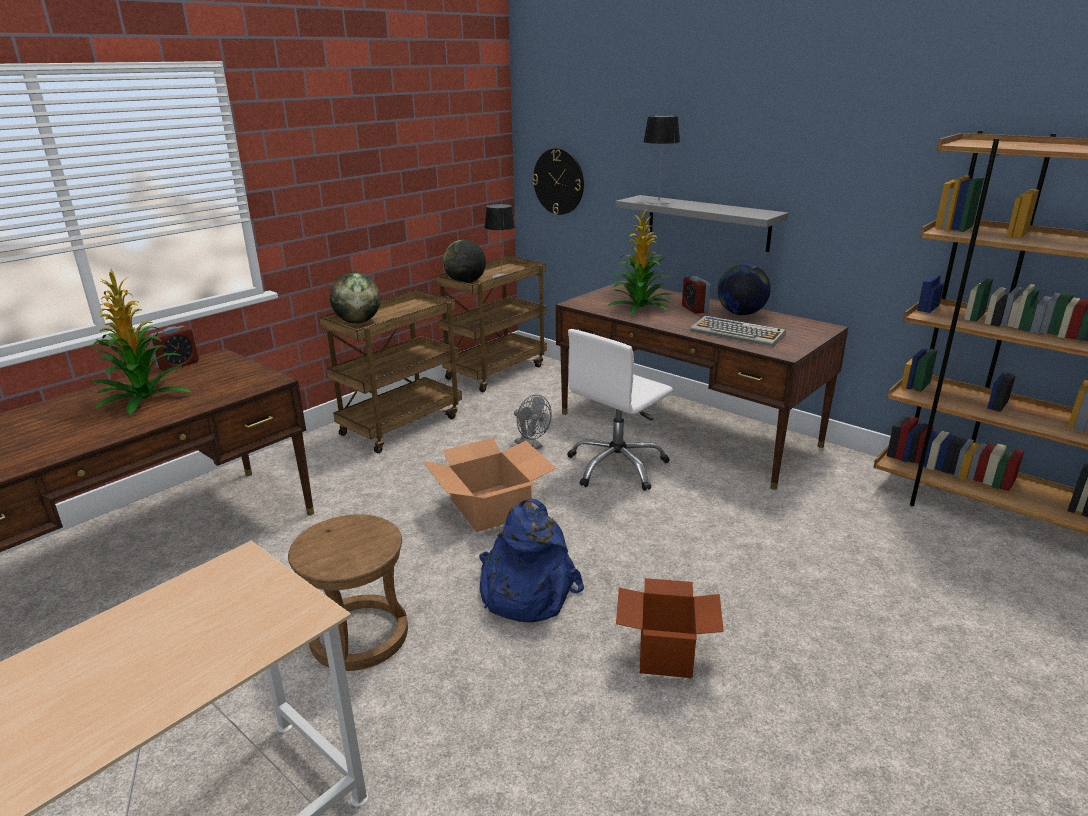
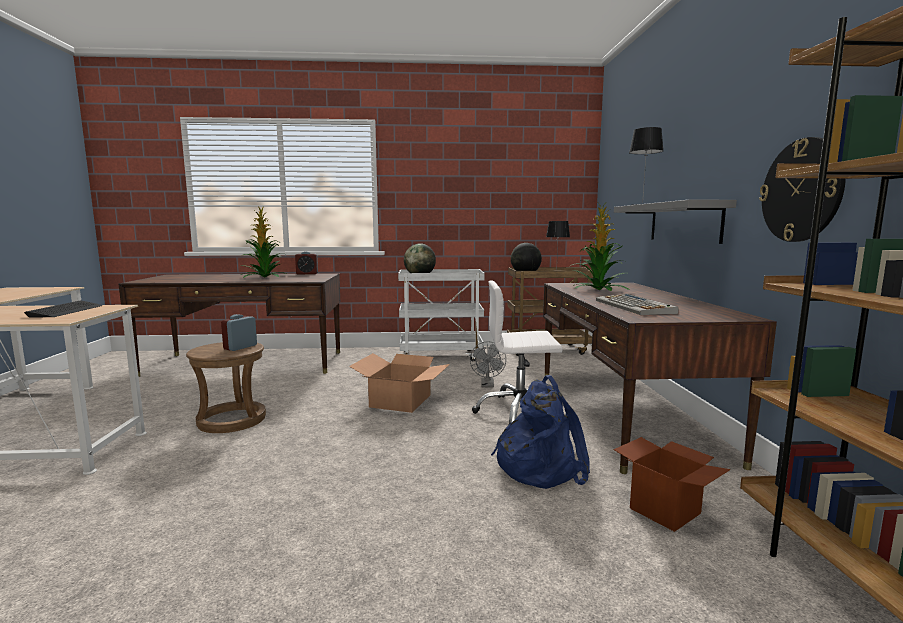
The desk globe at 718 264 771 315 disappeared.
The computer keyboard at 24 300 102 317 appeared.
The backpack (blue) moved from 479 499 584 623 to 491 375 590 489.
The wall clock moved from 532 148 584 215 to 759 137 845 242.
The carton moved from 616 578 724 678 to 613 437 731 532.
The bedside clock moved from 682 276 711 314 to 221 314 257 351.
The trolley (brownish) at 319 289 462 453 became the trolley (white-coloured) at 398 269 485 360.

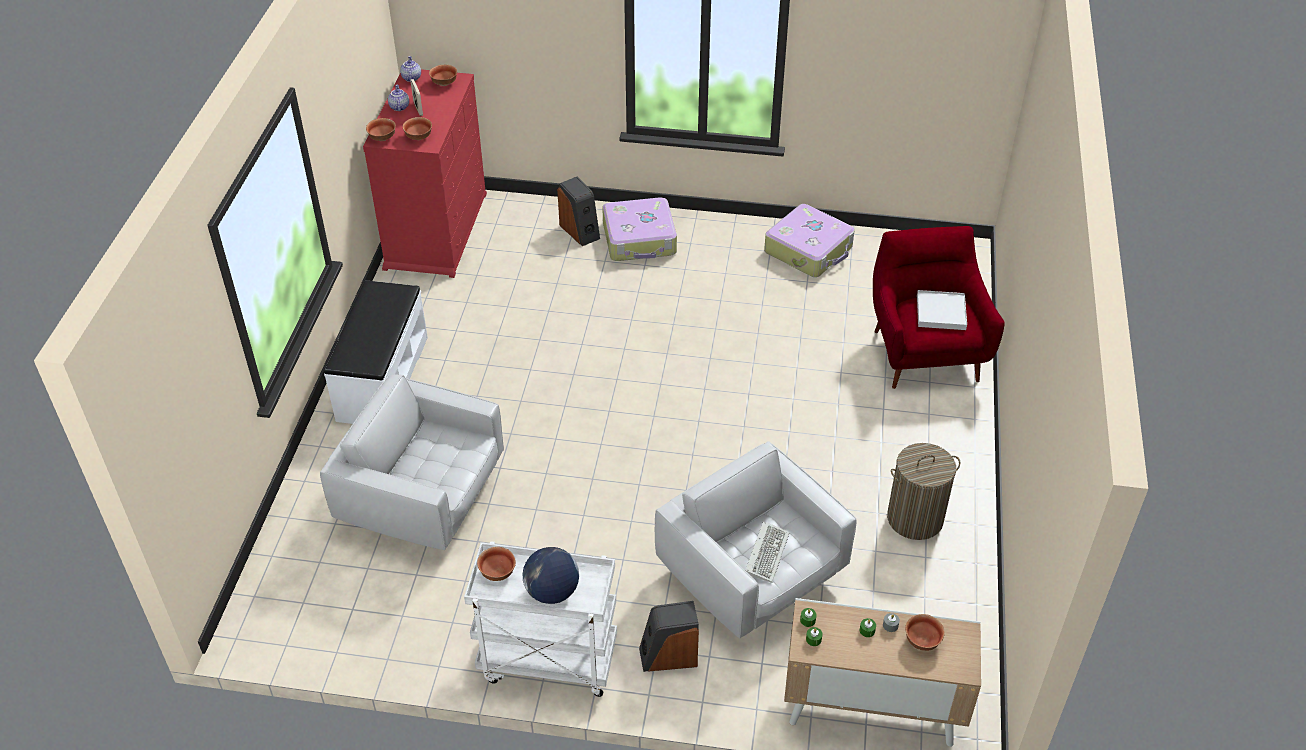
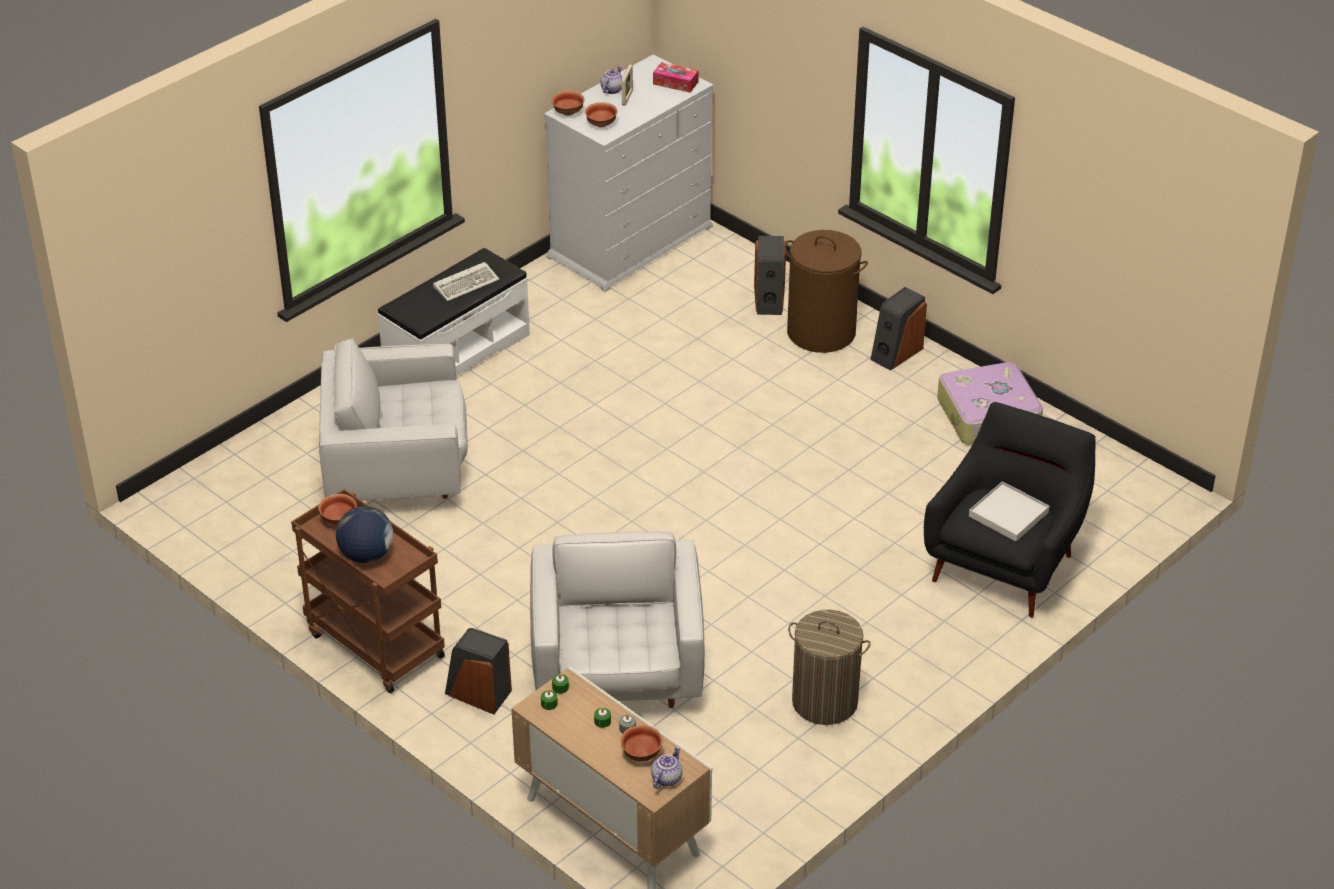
The loudspeaker at 870 287 927 371 appeared.
The pot for tea moved from 400 56 421 82 to 651 746 683 789.
The computer keyboard moved from 745 521 790 583 to 433 262 499 301.
The bowl at 429 65 457 86 was replaced by the box of tissues at 653 62 699 93.
The piece of luggage at 602 198 677 261 was replaced by the laundry basket (brownish) at 784 230 868 353.
The drawer chest (reddish) at 363 69 487 278 became the drawer chest (white-coloured) at 544 54 713 292.
The trolley (white-coloured) at 464 541 617 697 became the trolley (brownish) at 291 489 445 693.
The easy chair (reddish) at 873 226 1005 389 became the easy chair (black) at 924 402 1096 617.
The easy chair (white-coloured) at 320 374 504 550 turned 60 degrees counterclockwise.

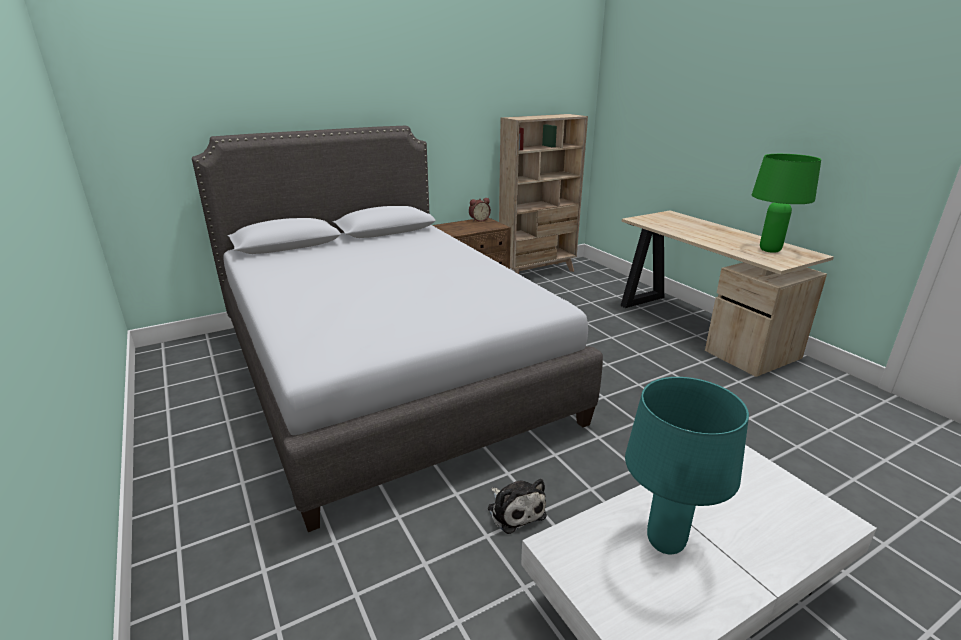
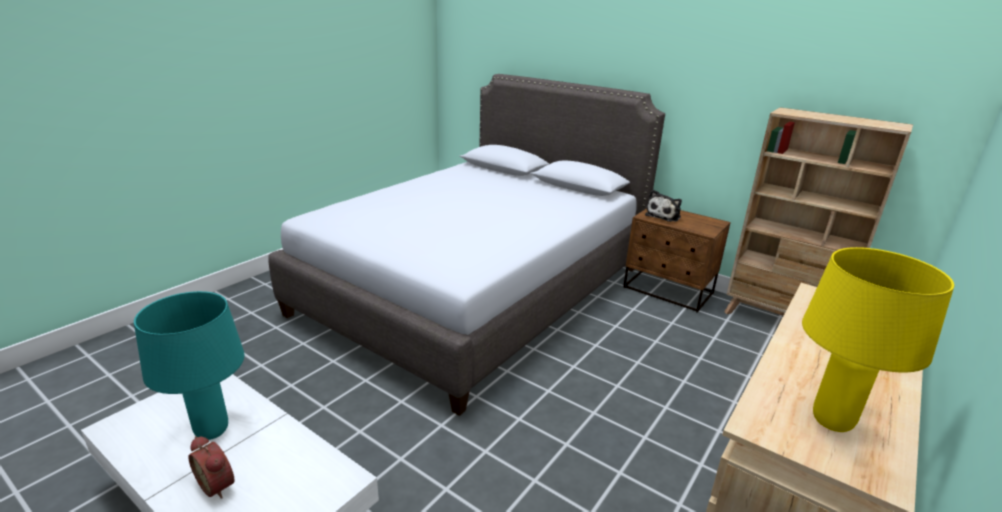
The bedside clock moved from 469 198 491 222 to 188 436 235 499.
The plush toy moved from 488 479 547 534 to 645 190 682 222.
The table lamp (greenish) at 752 154 821 253 became the table lamp (yellowish) at 802 247 954 432.

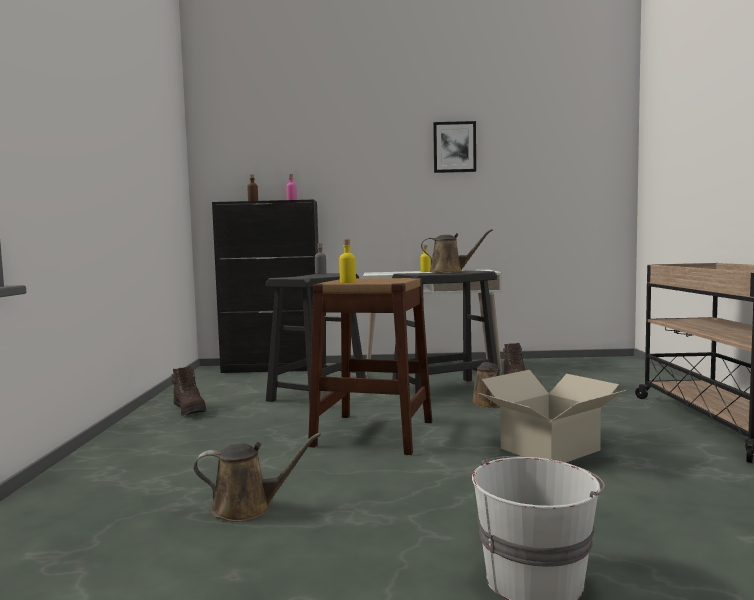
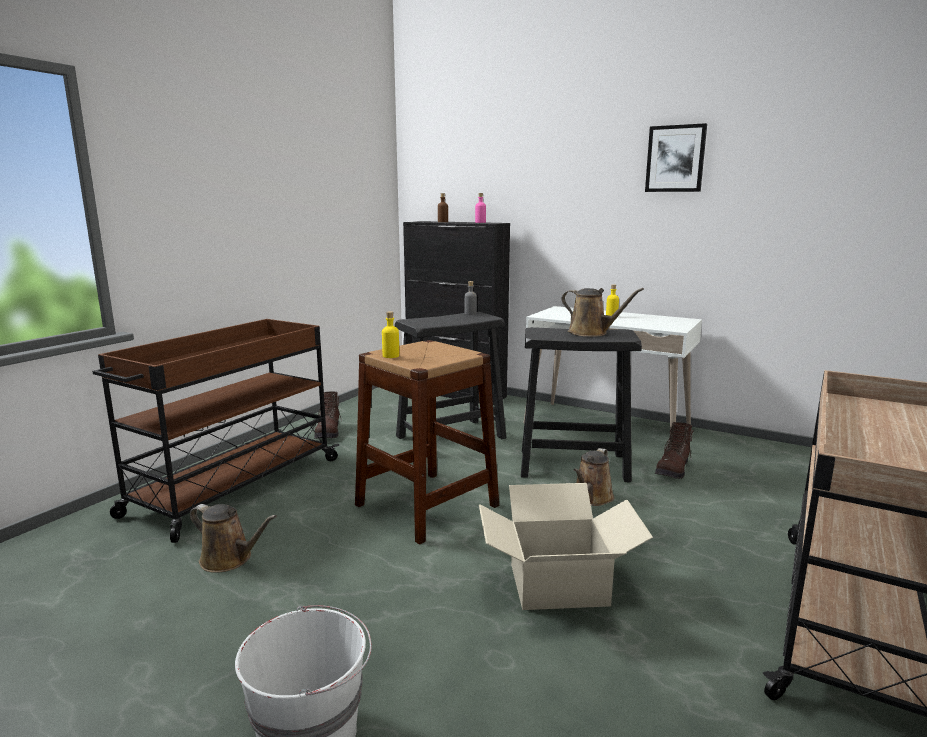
The trolley (brownish) at 92 319 339 543 appeared.

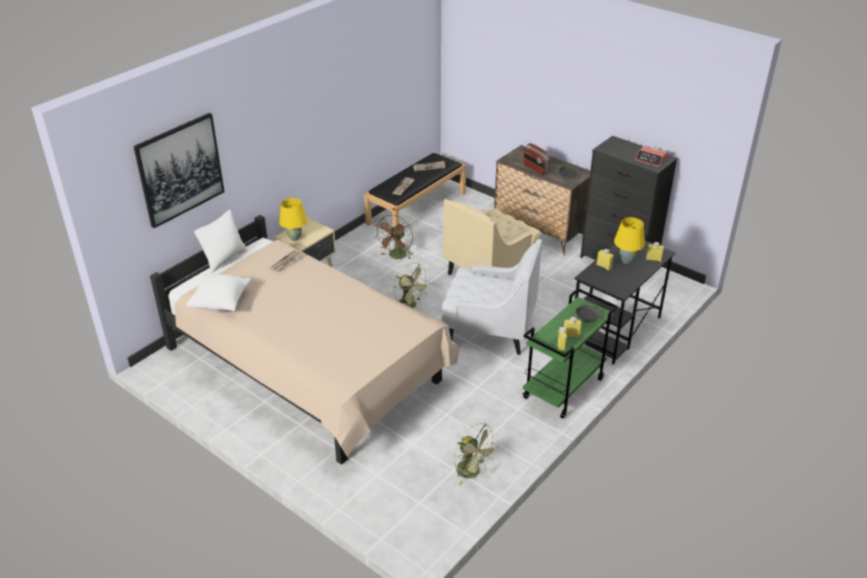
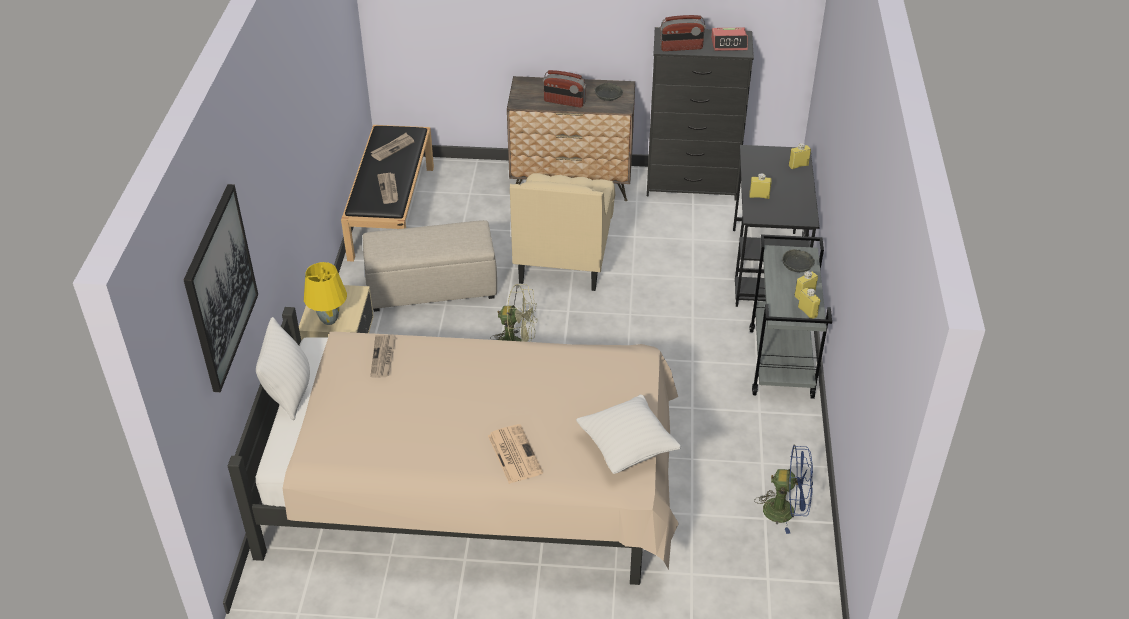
The easy chair (white-coloured) at 442 239 542 355 disappeared.
The table lamp (yellowish) at 614 217 645 264 disappeared.
The newspaper at 488 424 543 484 appeared.
The radio set at 660 15 706 51 appeared.
The throw pillow (white-coloured) moved from 186 274 251 311 to 576 395 682 474.
The cooling fan (brownish) at 375 215 413 259 was replaced by the pouffe (beige-coloured) at 363 220 497 312.
The cooling fan (greenish) at 454 423 498 486 became the cooling fan (blue) at 754 445 813 534.
The trolley (greenish) at 523 288 618 419 became the trolley (greyish) at 749 234 832 399.

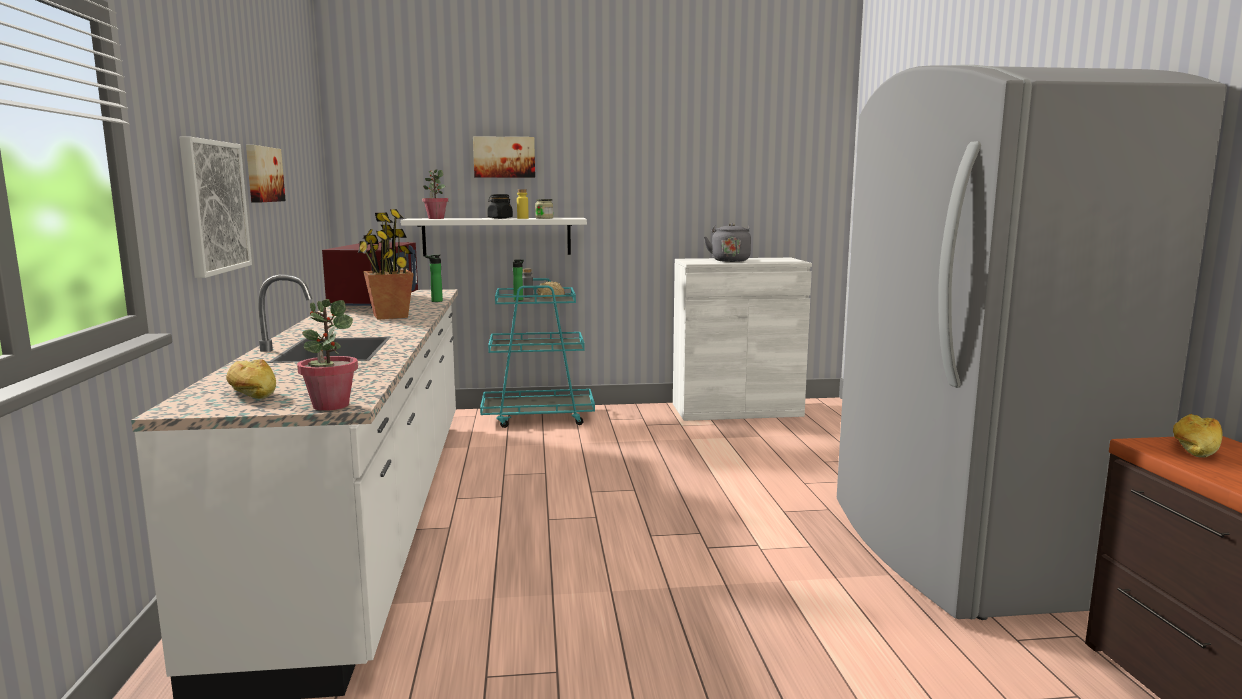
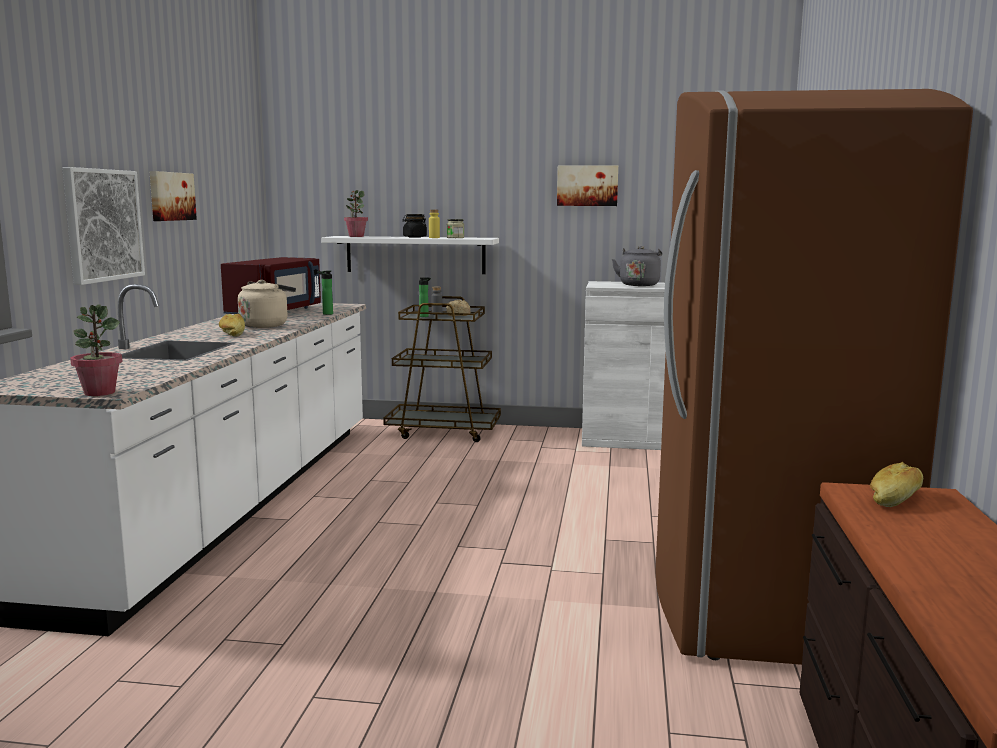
The bakery bread moved from 226 359 276 399 to 219 314 245 337.
The wall art moved from 473 136 535 178 to 557 165 618 206.
The plant in a pot at 358 209 414 320 was replaced by the tea kettle (beige-coloured) at 238 280 296 328.
The trolley (blue-green) at 480 278 595 428 became the trolley (brownish) at 383 296 501 442.
The refrigerator (greyish) at 837 65 1227 620 became the refrigerator (brownish) at 655 89 973 665.

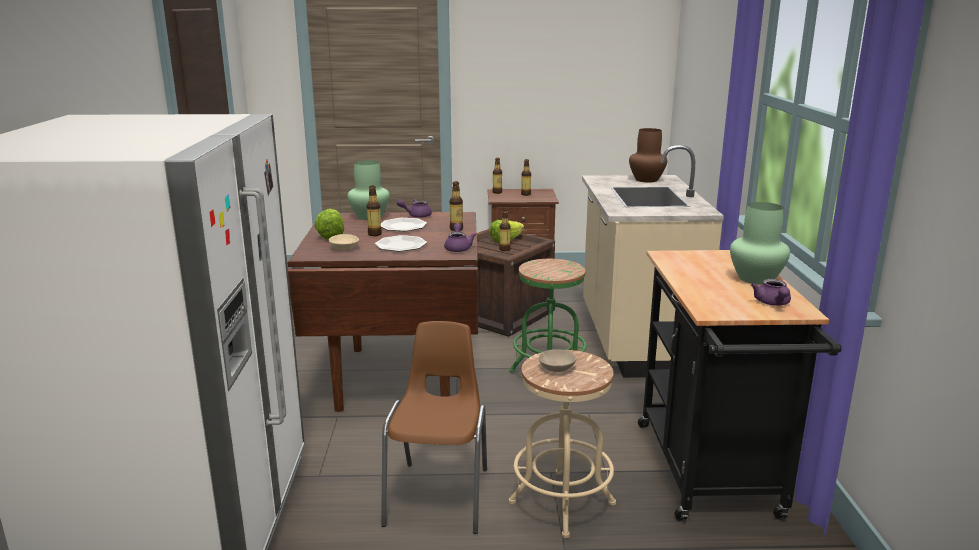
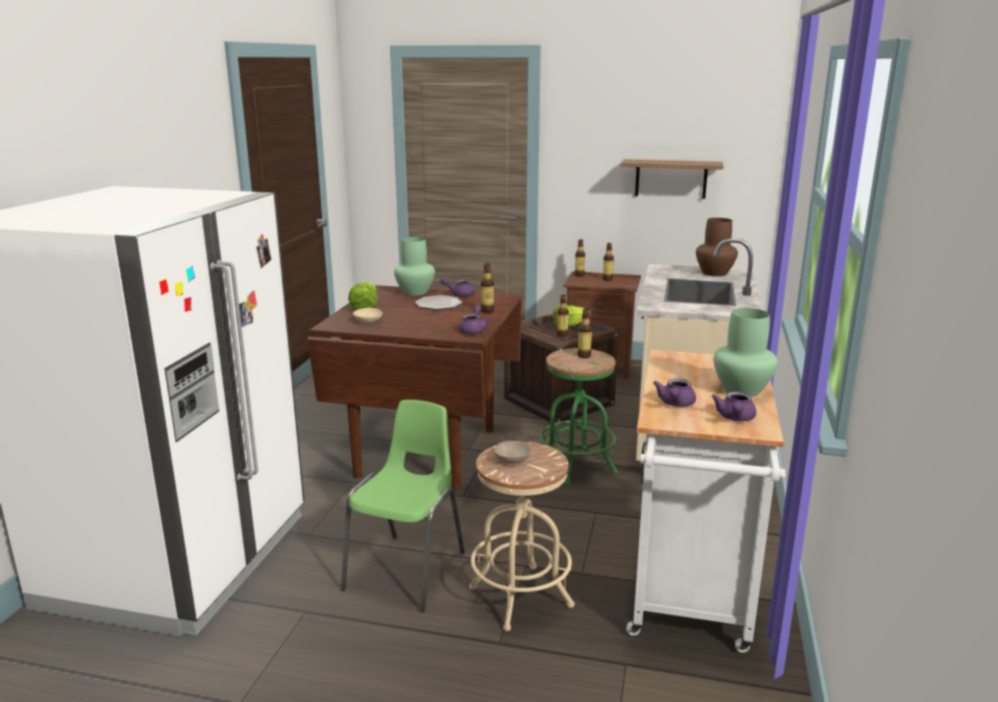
The plate at 375 235 427 252 disappeared.
The bracket shelf at 621 159 723 199 appeared.
The pot for tea (purple-coloured) at 653 378 696 407 appeared.
The drink bottle moved from 367 186 382 236 to 577 309 592 358.
The plain chair (brownish) at 381 321 487 534 became the plain chair (greenish) at 341 400 465 612.
The trolley (black) at 638 250 842 521 became the trolley (white-coloured) at 626 350 786 653.

